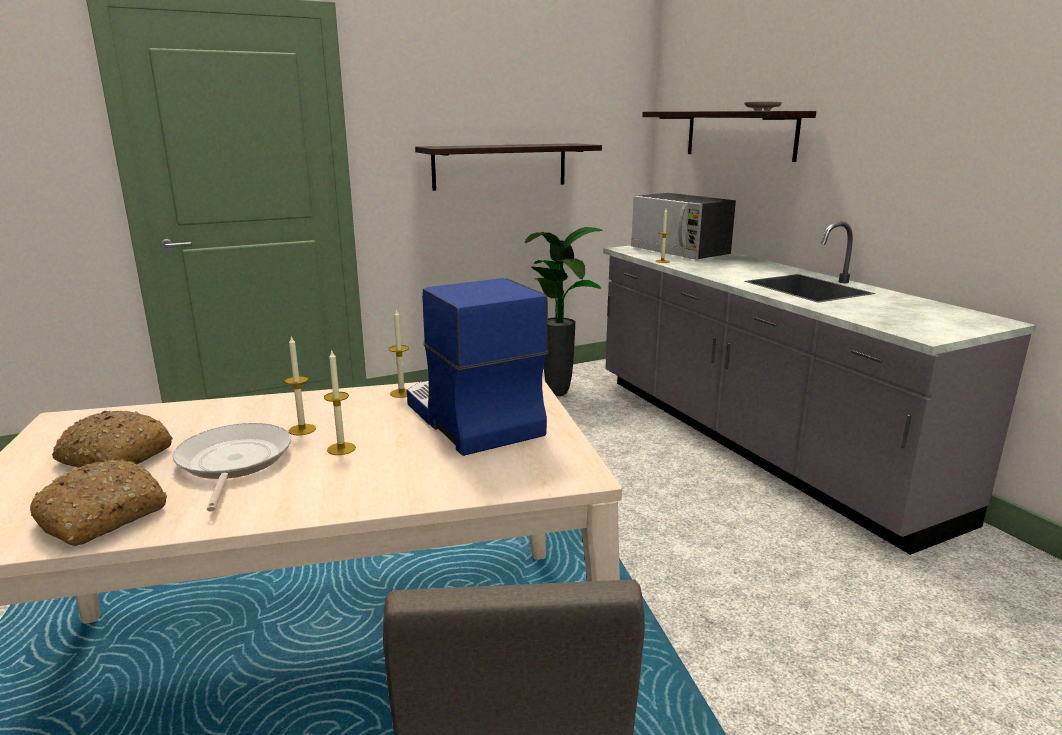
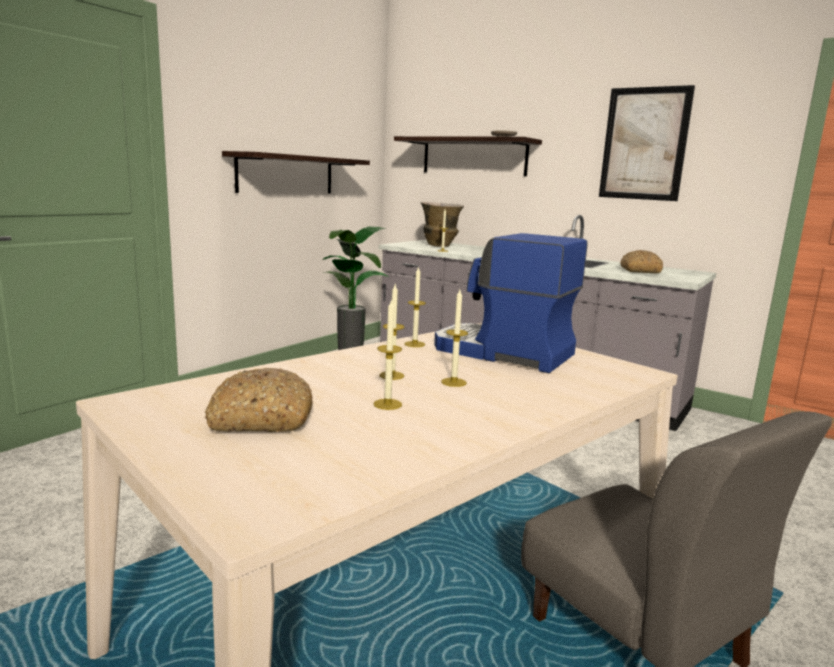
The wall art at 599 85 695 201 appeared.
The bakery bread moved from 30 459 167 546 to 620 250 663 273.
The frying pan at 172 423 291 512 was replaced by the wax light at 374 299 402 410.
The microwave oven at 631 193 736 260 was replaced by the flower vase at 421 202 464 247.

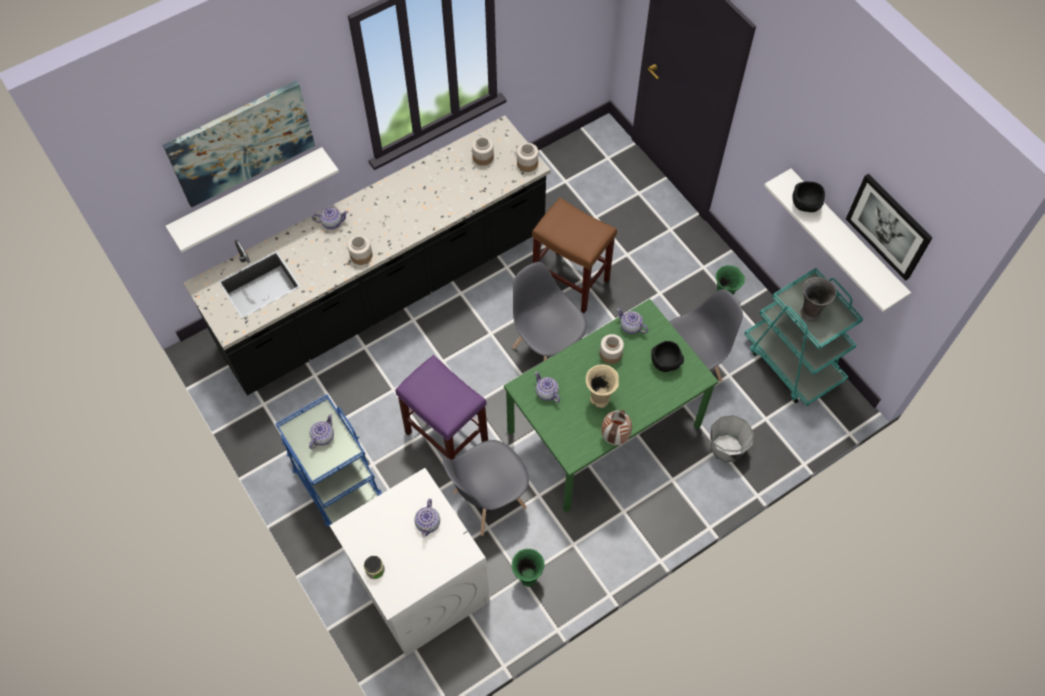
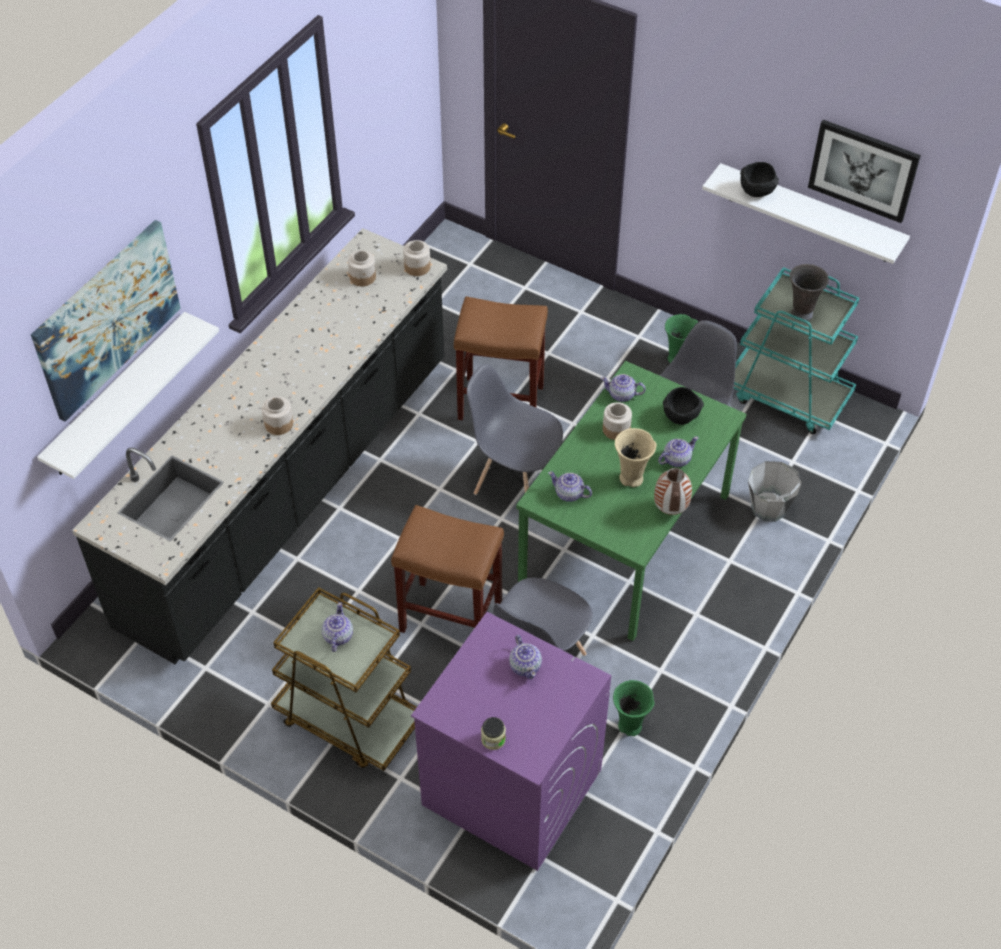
The pot for tea moved from 312 207 348 229 to 658 436 698 467.
The trolley (blue) at 275 394 382 526 became the trolley (brownish) at 271 587 417 771.
The laundry machine (white-coloured) at 329 468 490 656 became the laundry machine (purple-coloured) at 411 612 611 871.
The stool seat (purple-coloured) at 395 355 488 460 became the stool seat (brownish) at 391 505 504 633.

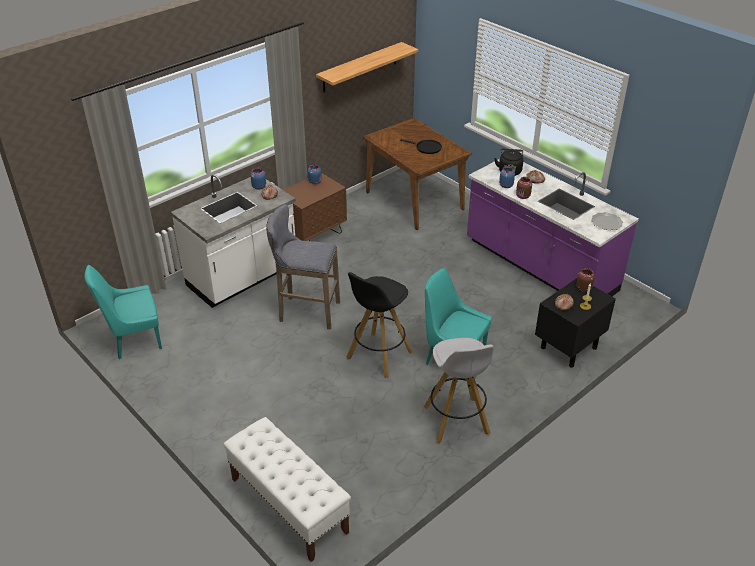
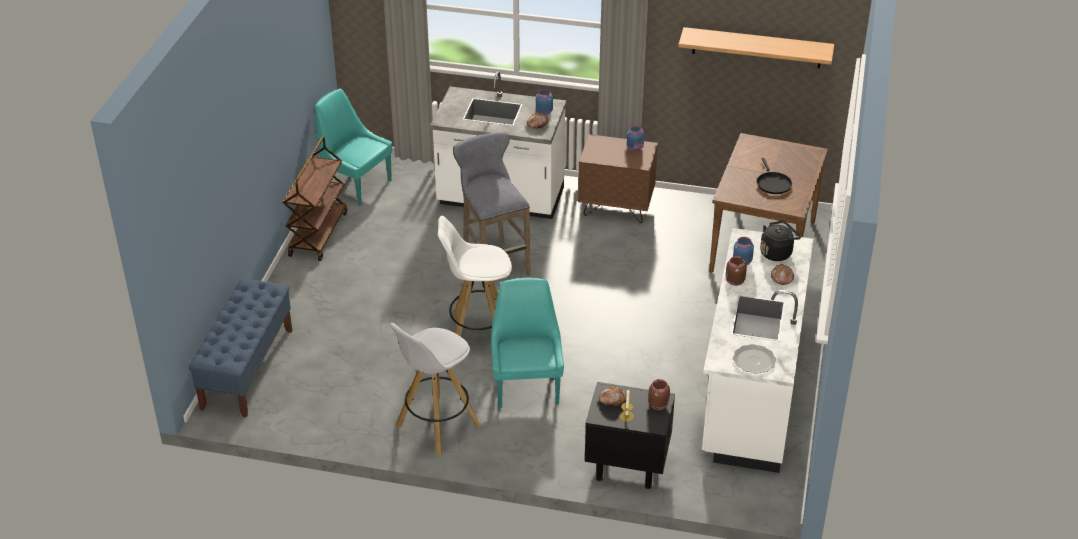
The trolley (brownish) at 282 137 347 261 appeared.
The long seat (white-coloured) at 223 417 351 562 became the long seat (blue) at 189 279 292 418.
The stool seat (black) at 346 272 413 378 became the stool seat (white-coloured) at 438 216 512 337.
The kitchen base unit (purple-coloured) at 467 159 639 296 became the kitchen base unit (white-coloured) at 702 228 813 473.

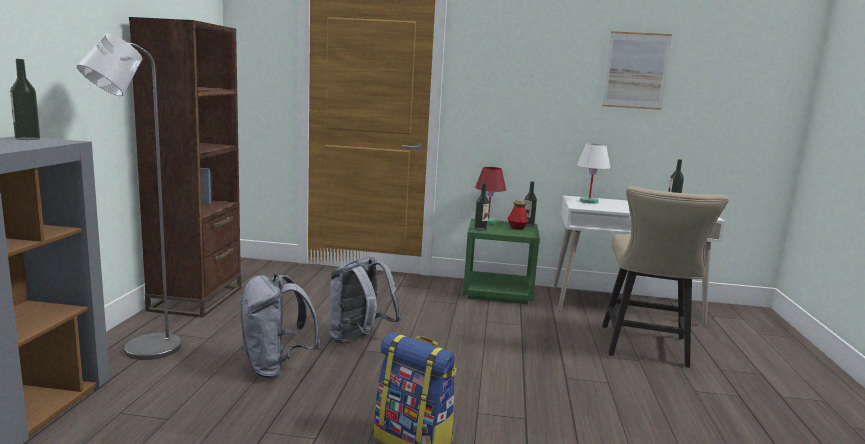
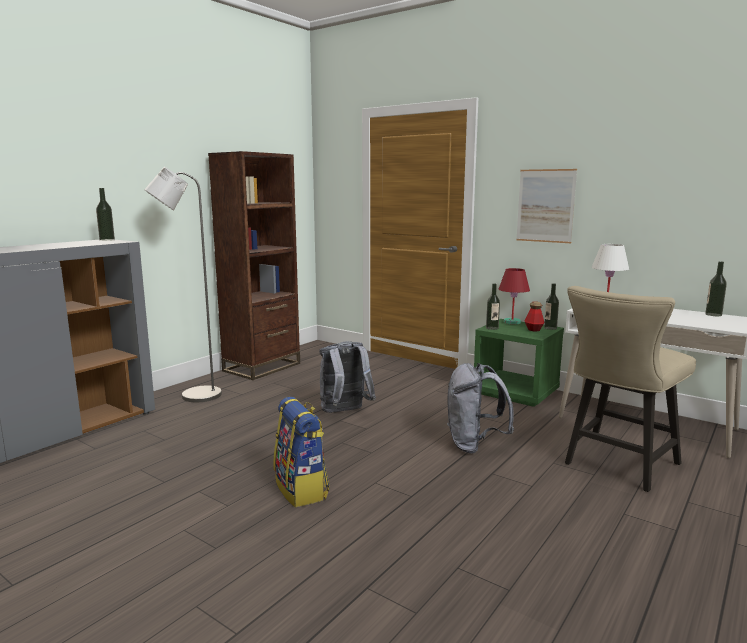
The backpack (greyish) moved from 240 274 320 379 to 447 363 514 454.
The wall art moved from 602 31 672 110 to 516 169 577 243.

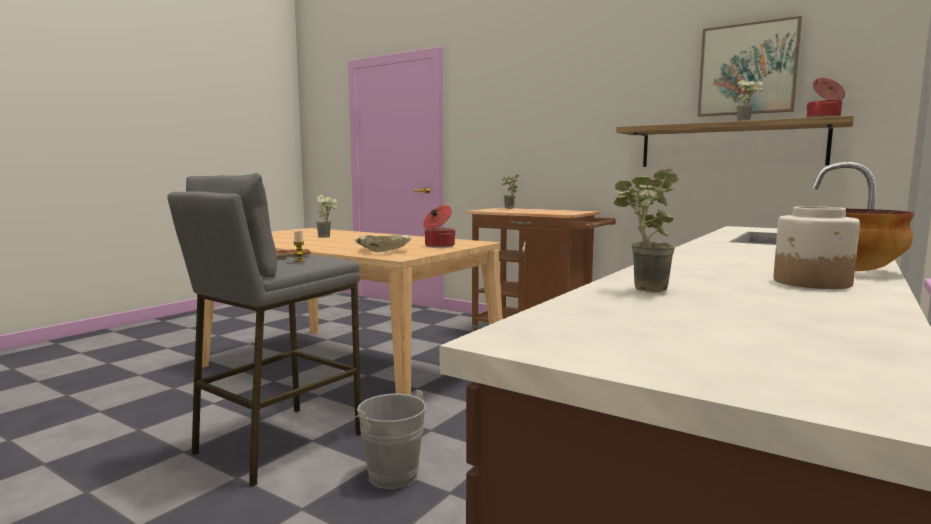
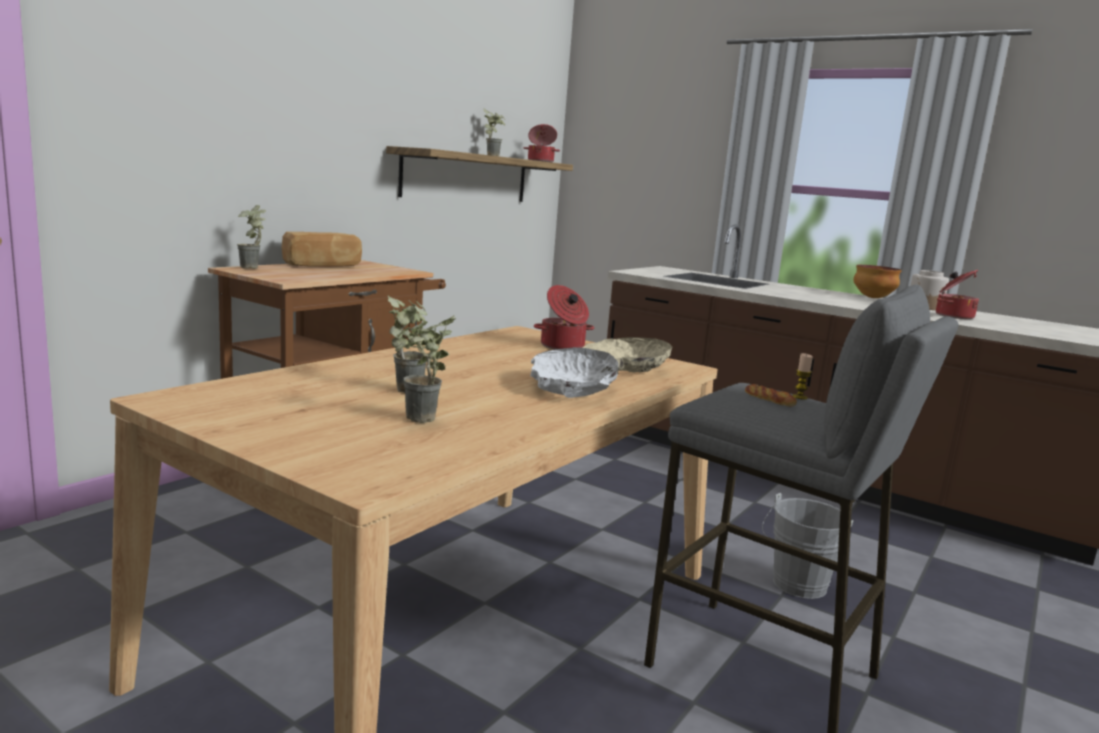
The wall art at 698 16 802 117 disappeared.
The bakery bread at 282 232 362 267 appeared.
The bowl (white-coloured) at 530 347 619 398 appeared.
The saucepot at 936 270 979 319 appeared.
The plant in a pot moved from 614 169 679 292 to 395 315 456 423.

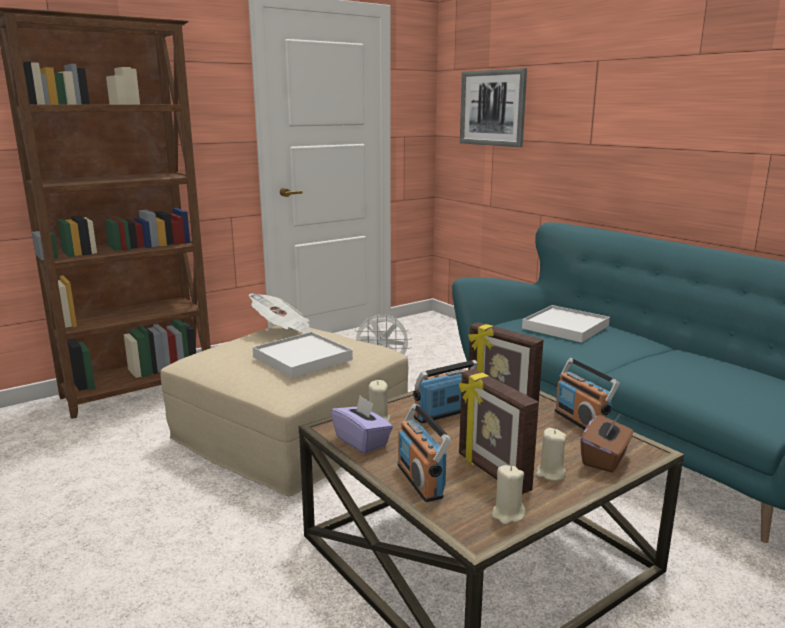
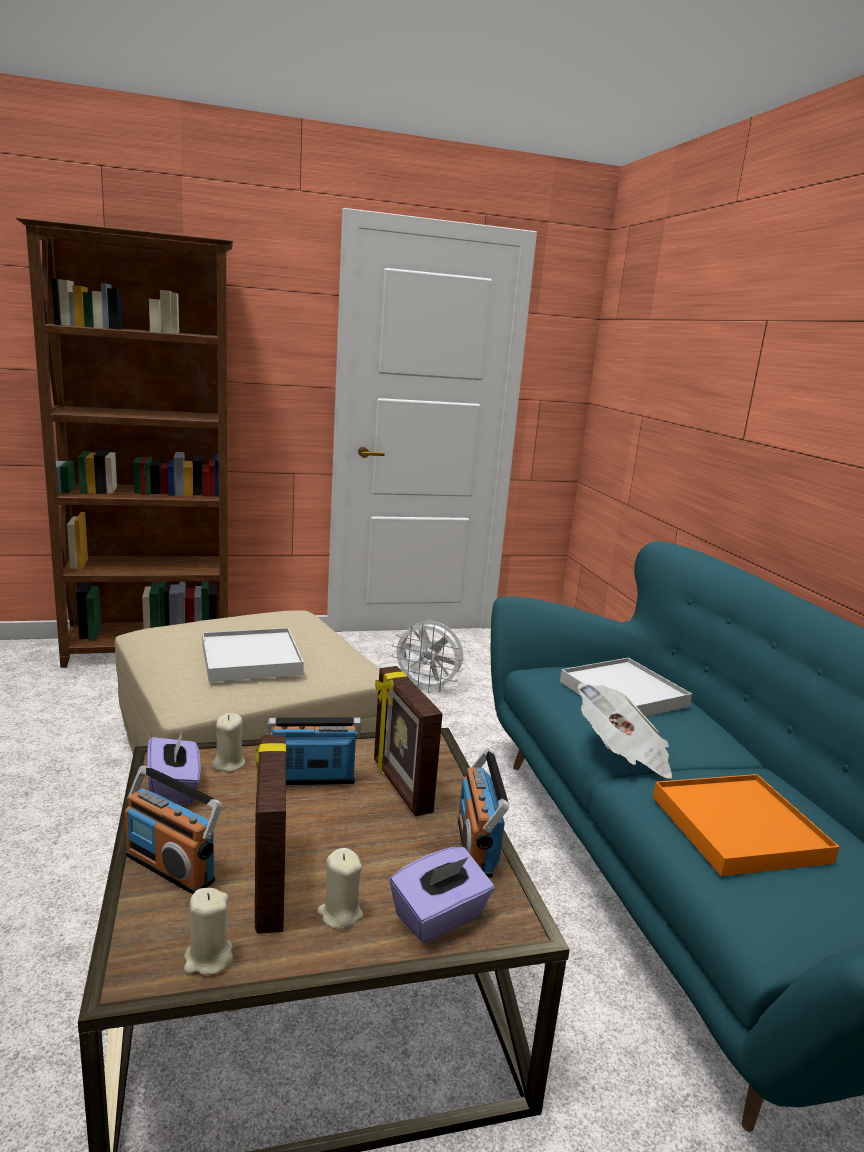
The wall art at 460 68 527 147 disappeared.
The tray (orange) at 653 774 839 876 appeared.
The newspaper moved from 249 294 311 333 to 578 683 672 779.
The box of tissues (brownish) at 580 415 633 473 became the box of tissues (purple-coloured) at 390 847 494 943.
The radio set at 398 403 451 502 turned 60 degrees counterclockwise.

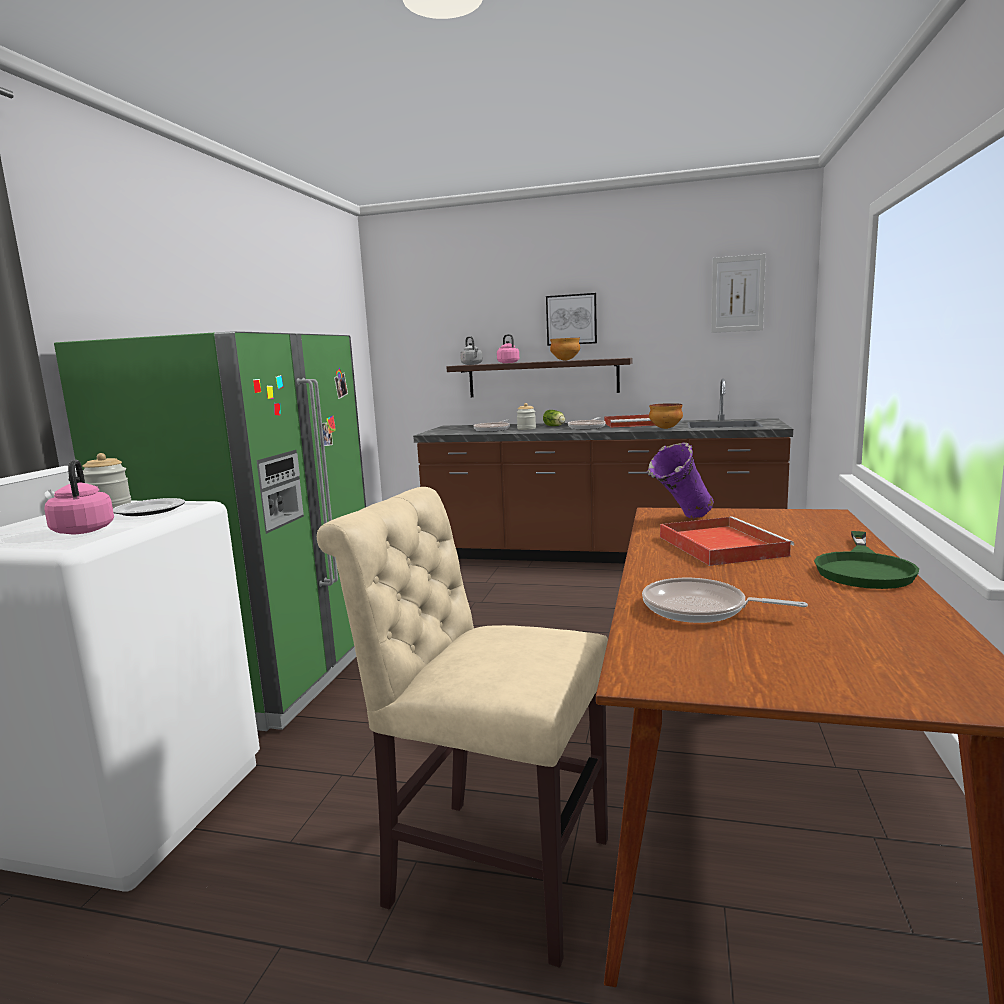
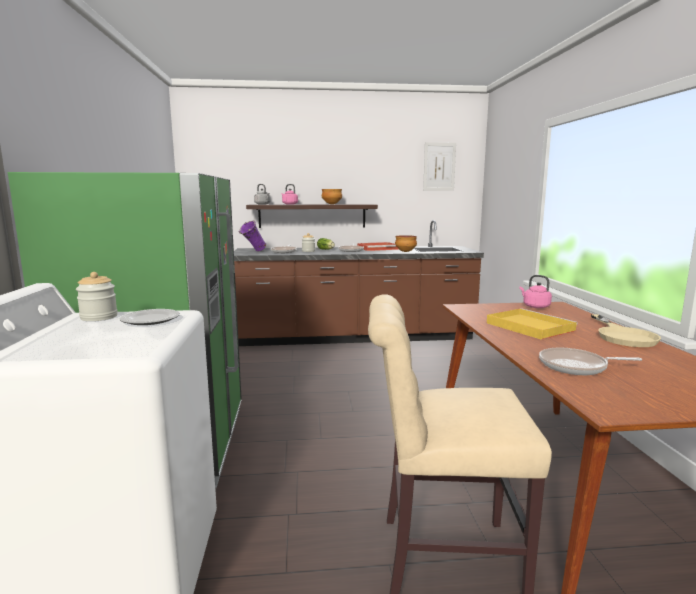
The wall art at 546 293 597 346 disappeared.
The tea kettle (pink-coloured) moved from 44 460 114 534 to 519 275 552 308.
The flower vase (purple-coloured) moved from 647 442 714 519 to 239 220 266 251.
The tray (reddish) at 660 517 794 566 became the tray (yellowish) at 487 308 578 340.
The frying pan (greenish) at 814 531 919 589 became the frying pan (beige-coloured) at 591 314 661 347.

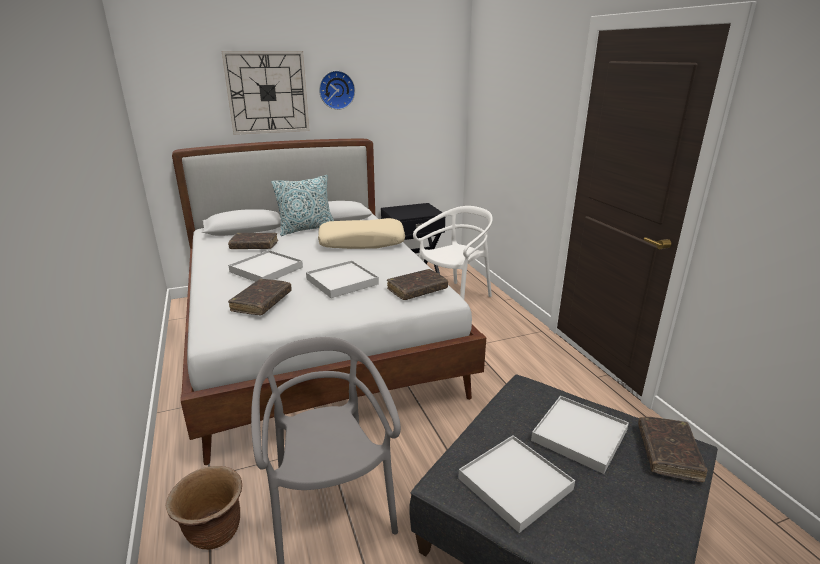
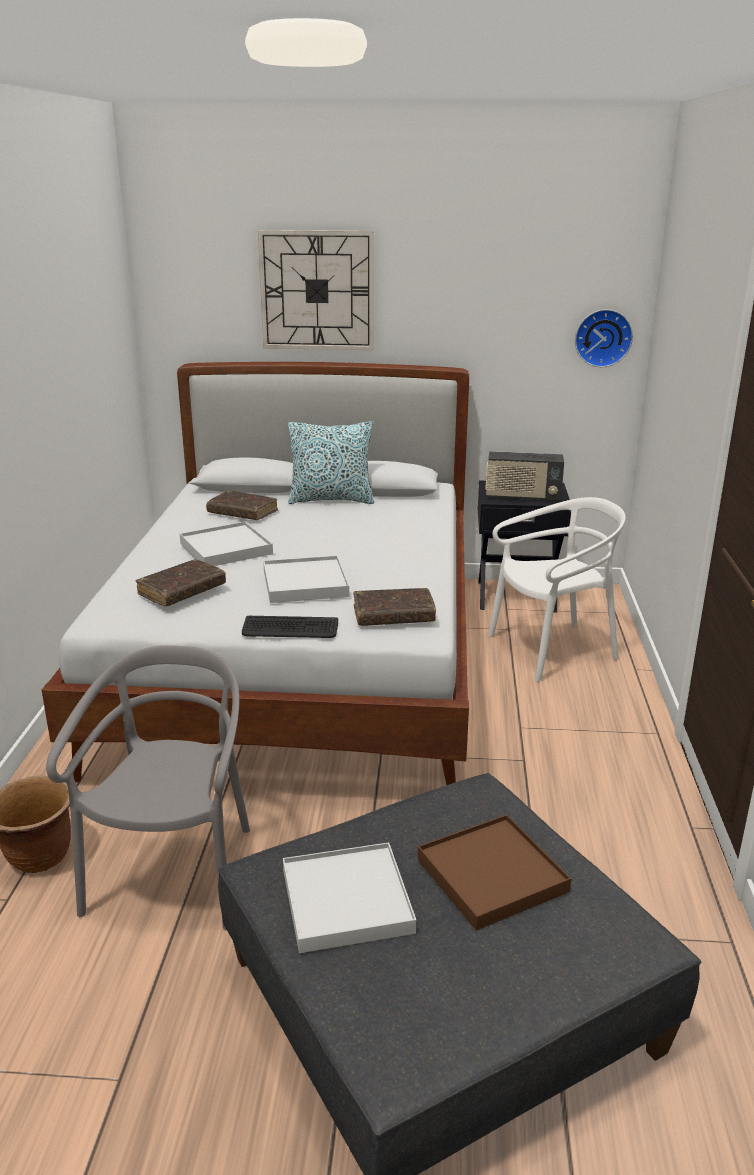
The throw pillow (beige-coloured) at 318 218 405 249 disappeared.
The book (brownish) at 638 417 707 482 disappeared.
The computer keyboard at 242 616 338 638 appeared.
The radio set at 485 451 564 502 appeared.
The wall clock moved from 319 70 355 110 to 575 309 633 367.
The tray (white-coloured) at 531 396 629 474 became the tray (brownish) at 417 815 572 931.

